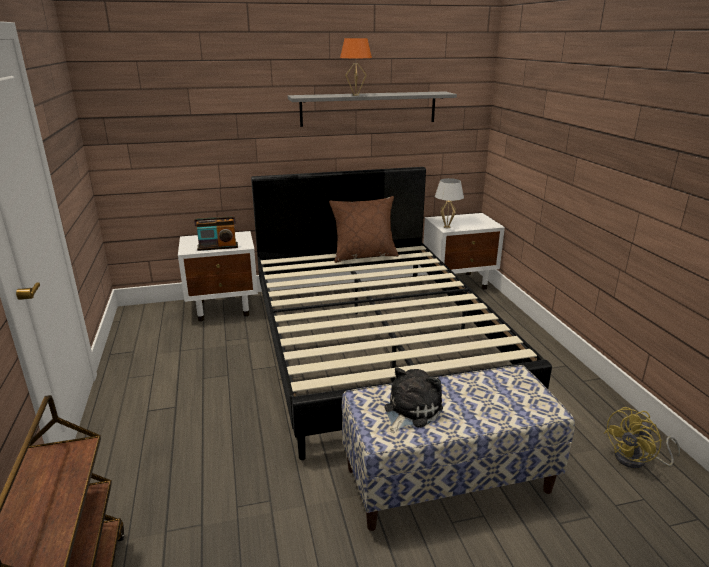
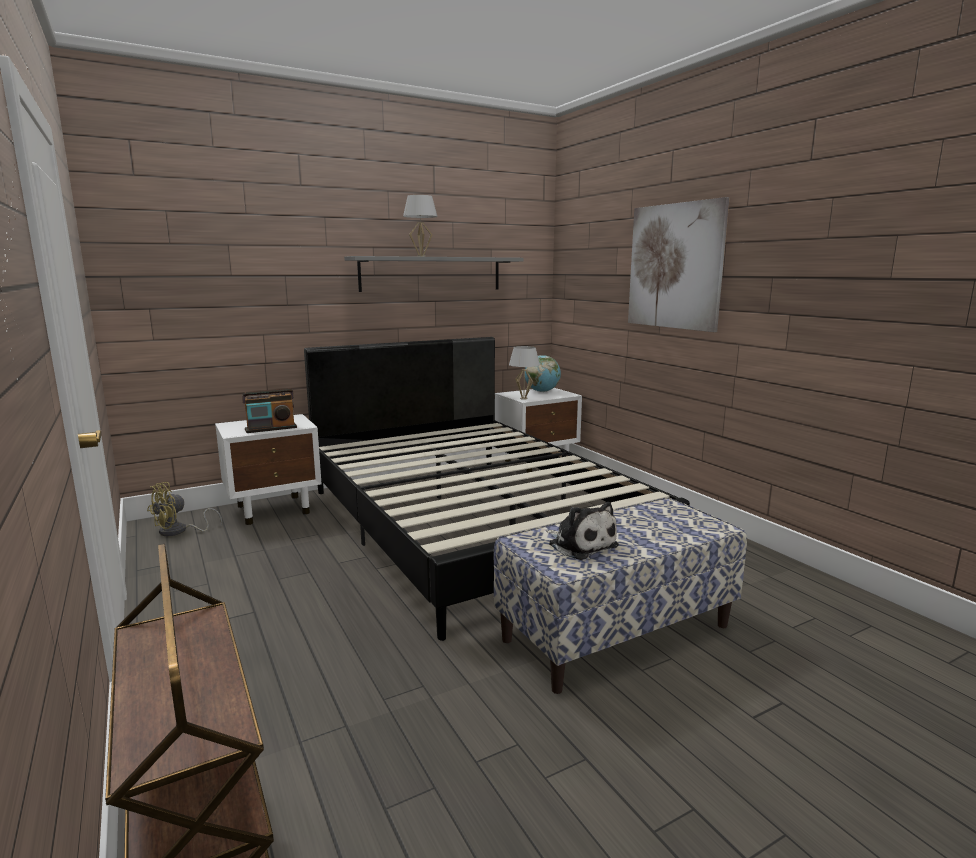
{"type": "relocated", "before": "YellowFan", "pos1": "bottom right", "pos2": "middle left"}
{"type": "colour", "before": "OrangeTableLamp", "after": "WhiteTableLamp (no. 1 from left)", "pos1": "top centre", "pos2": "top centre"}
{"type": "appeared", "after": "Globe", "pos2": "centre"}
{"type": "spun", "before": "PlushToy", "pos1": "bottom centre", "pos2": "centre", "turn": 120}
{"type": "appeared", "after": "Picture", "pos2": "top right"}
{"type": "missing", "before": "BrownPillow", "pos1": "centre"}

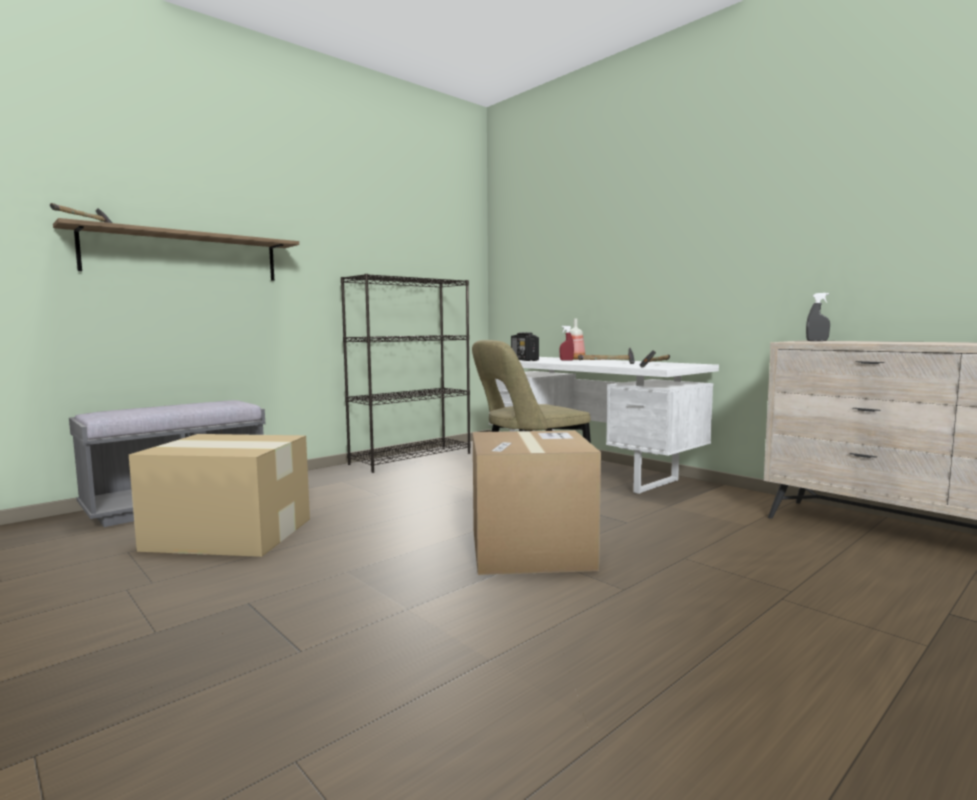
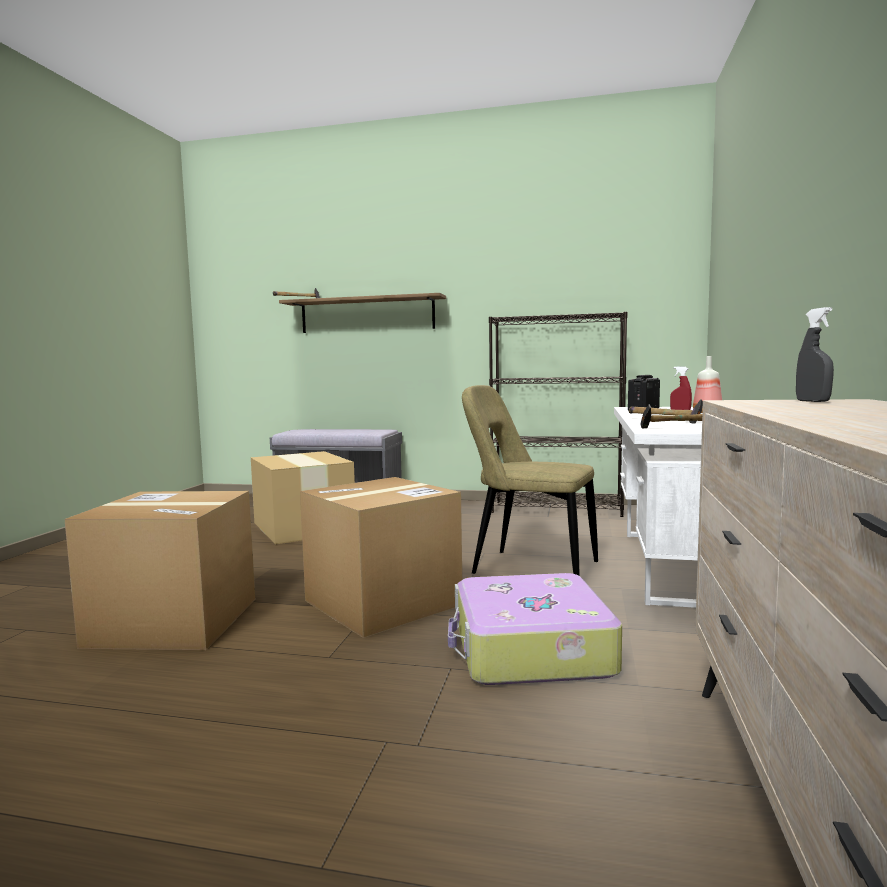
{"type": "appeared", "after": "CardboardBox (no. 1 from left)", "pos2": "middle left"}
{"type": "appeared", "after": "Suitcase", "pos2": "bottom centre"}

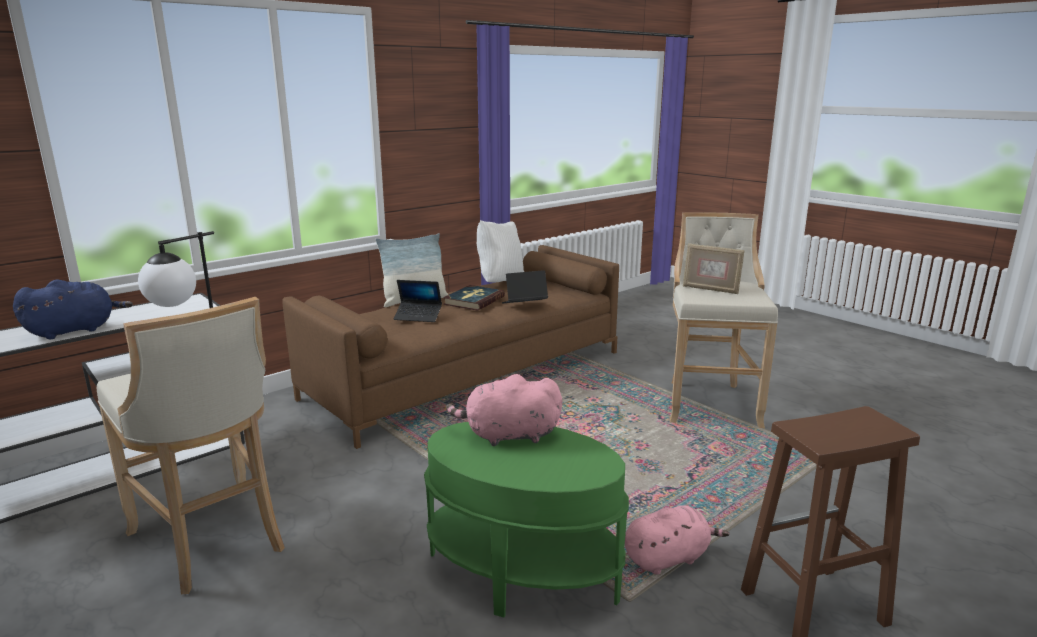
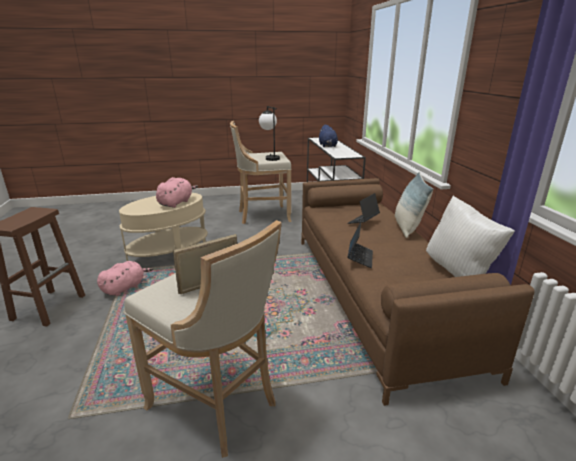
{"type": "spun", "before": "PinkPlushToy (no. 2 from left in the first image)", "pos1": "bottom centre", "pos2": "middle left", "turn": -150}
{"type": "colour", "before": "GreenSideTable", "after": "BeigeSideTable", "pos1": "bottom centre", "pos2": "middle left"}
{"type": "missing", "before": "Book", "pos1": "centre"}

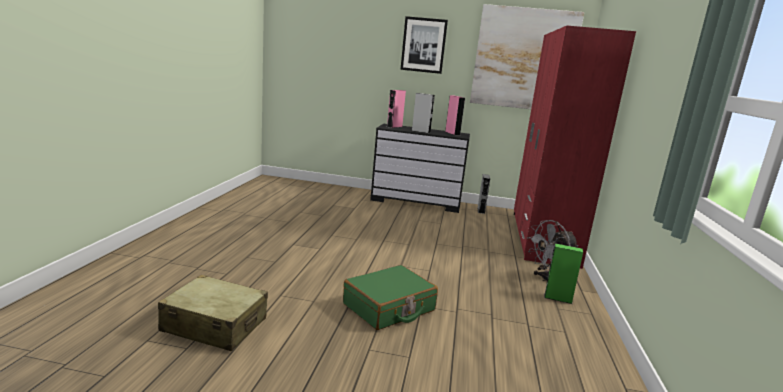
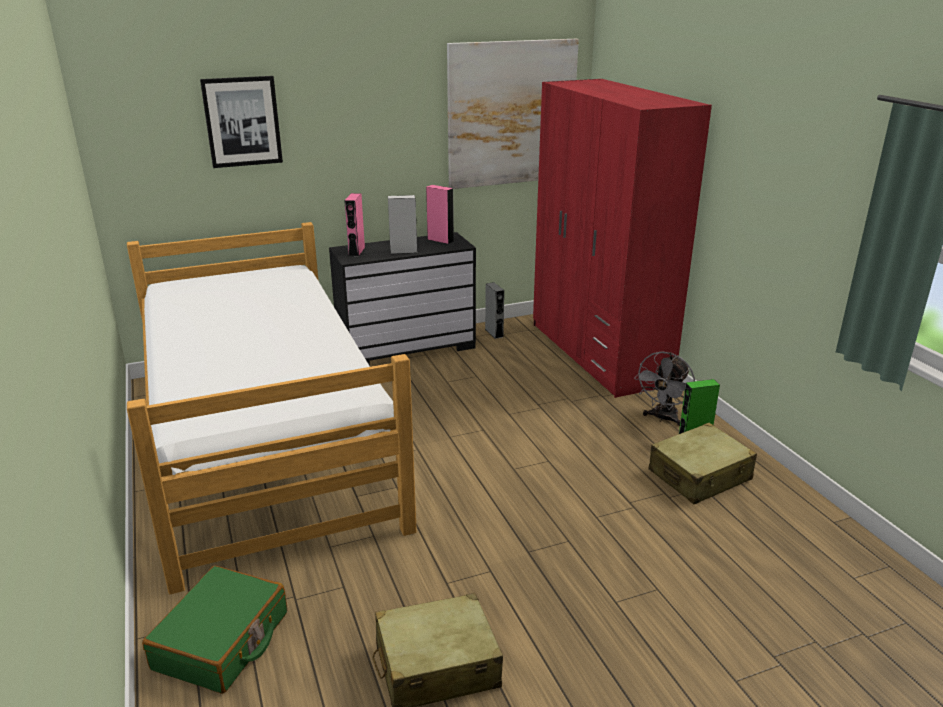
{"type": "appeared", "after": "Bed", "pos2": "middle left"}
{"type": "relocated", "before": "GreenSuitcase", "pos1": "bottom centre", "pos2": "bottom left"}
{"type": "relocated", "before": "Picture (no. 1 from left)", "pos1": "top centre", "pos2": "top left"}
{"type": "appeared", "after": "BeigeSuitcase (no. 2 from left)", "pos2": "middle right"}

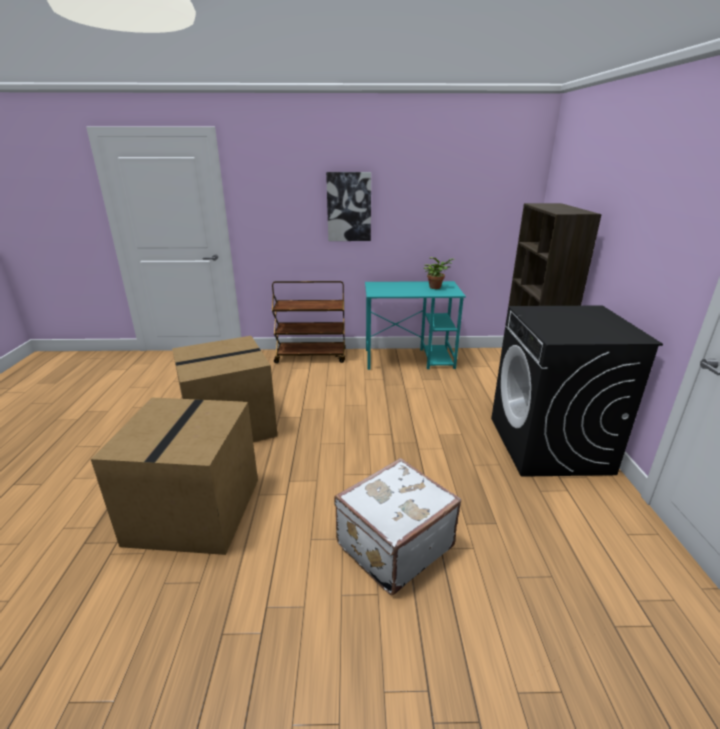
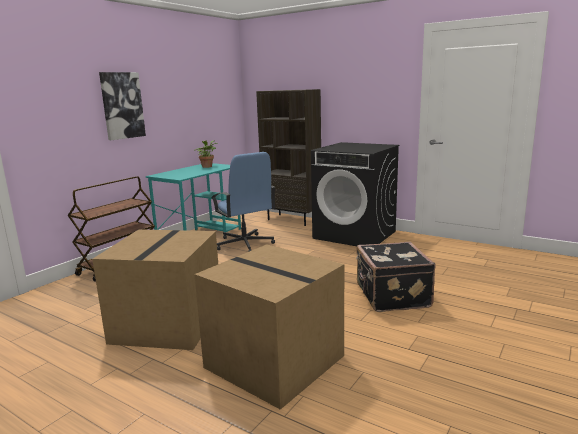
{"type": "appeared", "after": "BlueOfficeChair", "pos2": "centre"}
{"type": "colour", "before": "WhiteSuitcase", "after": "BlackSuitcase", "pos1": "bottom centre", "pos2": "middle right"}

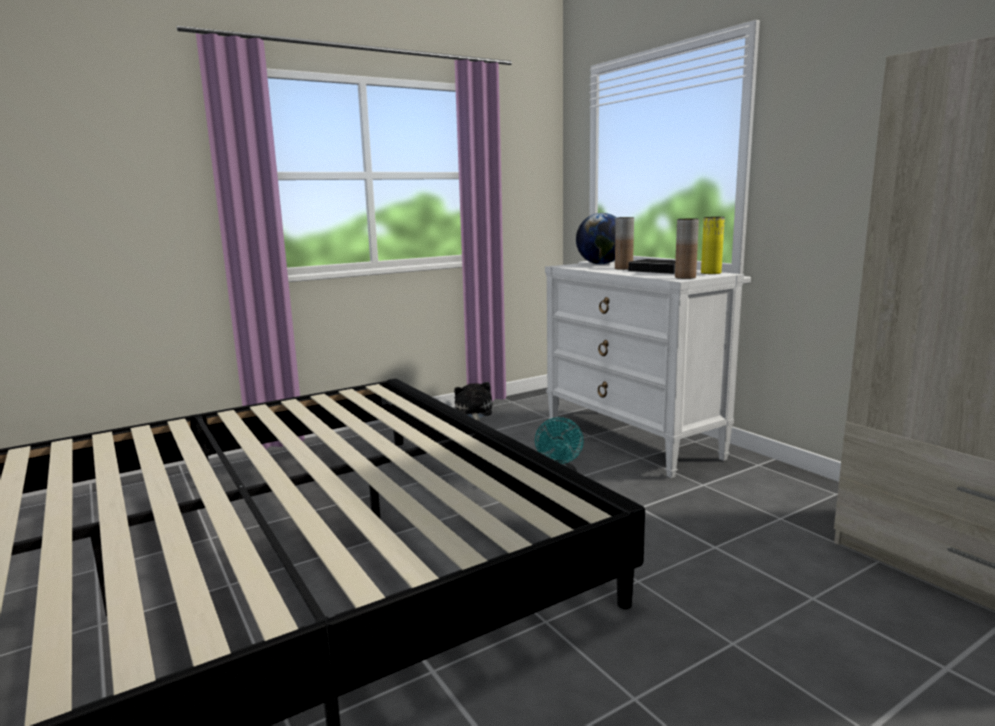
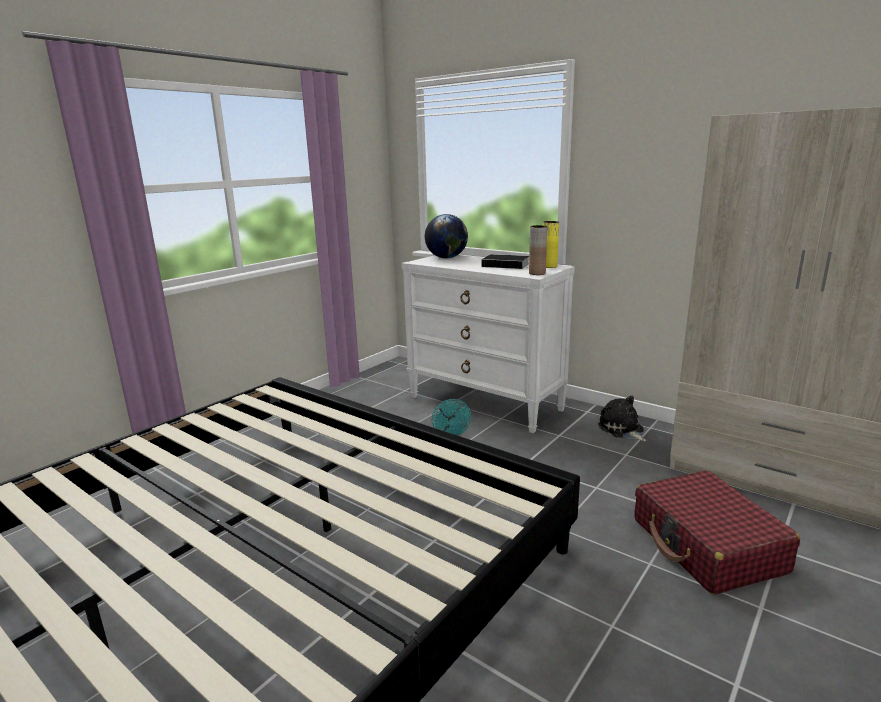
{"type": "relocated", "before": "PlushToy", "pos1": "centre", "pos2": "middle right"}
{"type": "appeared", "after": "RedSuitcase", "pos2": "bottom right"}
{"type": "missing", "before": "BrownVase (no. 1 from left)", "pos1": "centre"}

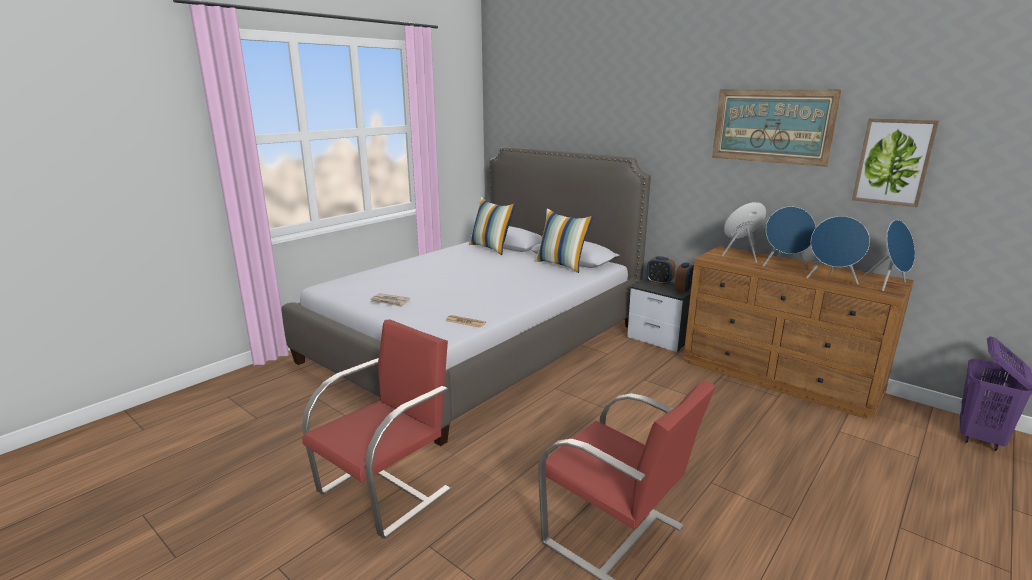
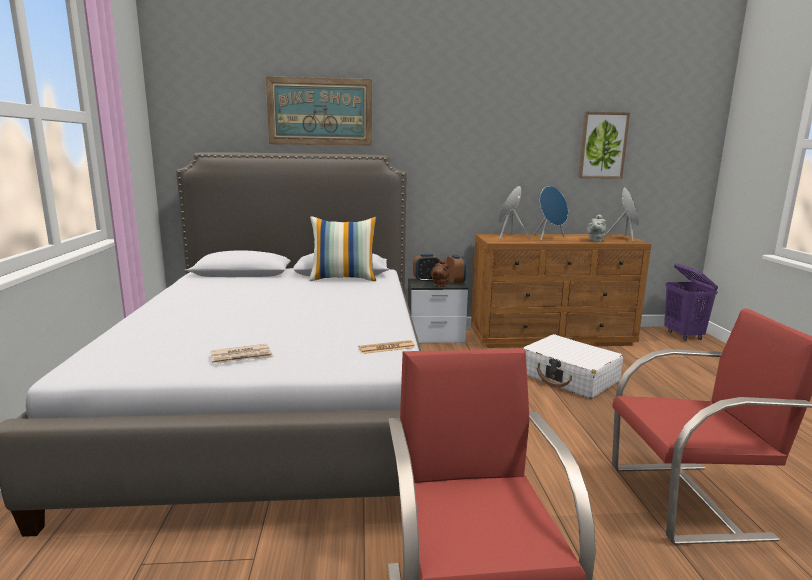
{"type": "relocated", "before": "Picture (no. 1 from left)", "pos1": "top right", "pos2": "top centre"}
{"type": "appeared", "after": "BrownTeapot", "pos2": "centre"}
{"type": "appeared", "after": "WhiteSuitcase", "pos2": "middle right"}
{"type": "exchanged", "before": "BlueSpeaker (no. 3 from left)", "after": "GreyTeapot", "pos1": "middle right", "pos2": "middle right"}
{"type": "missing", "before": "Pillow (no. 1 from left)", "pos1": "centre"}

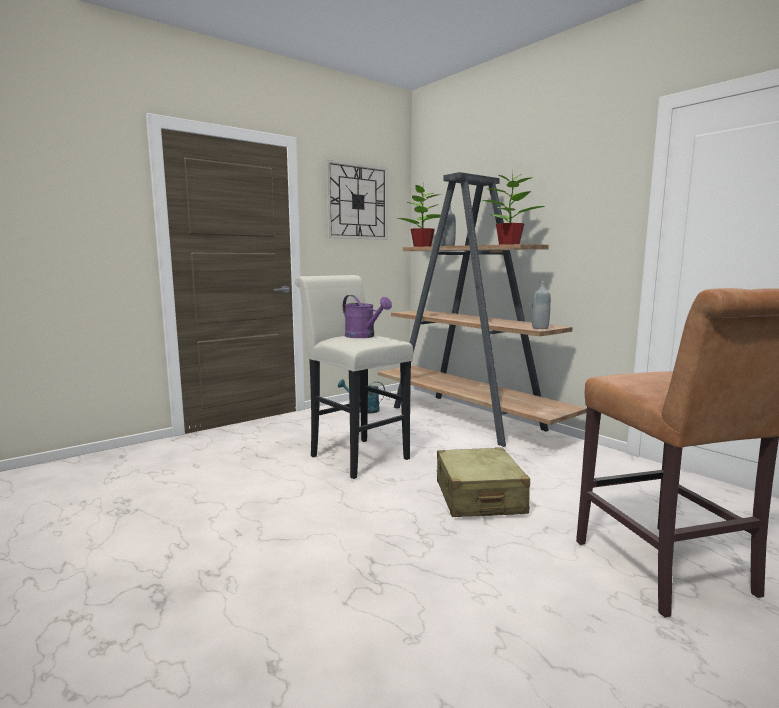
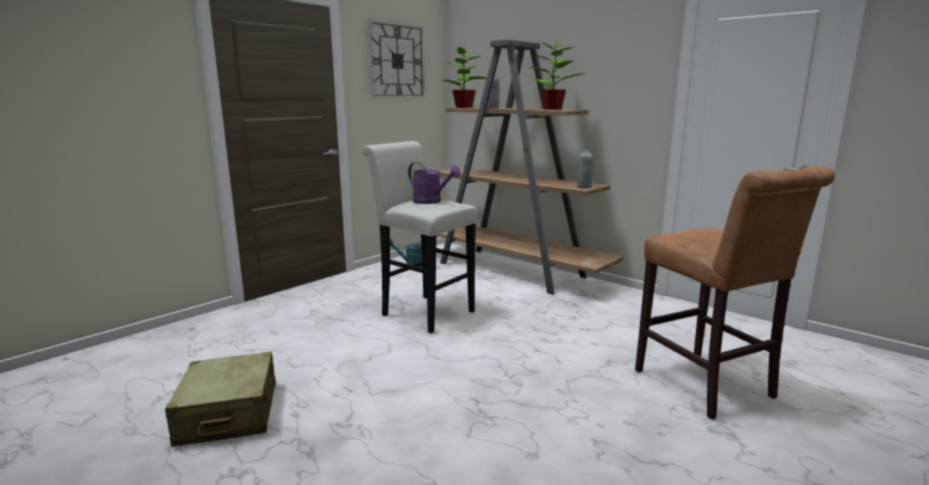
{"type": "relocated", "before": "BeigeSuitcase", "pos1": "bottom centre", "pos2": "bottom left"}

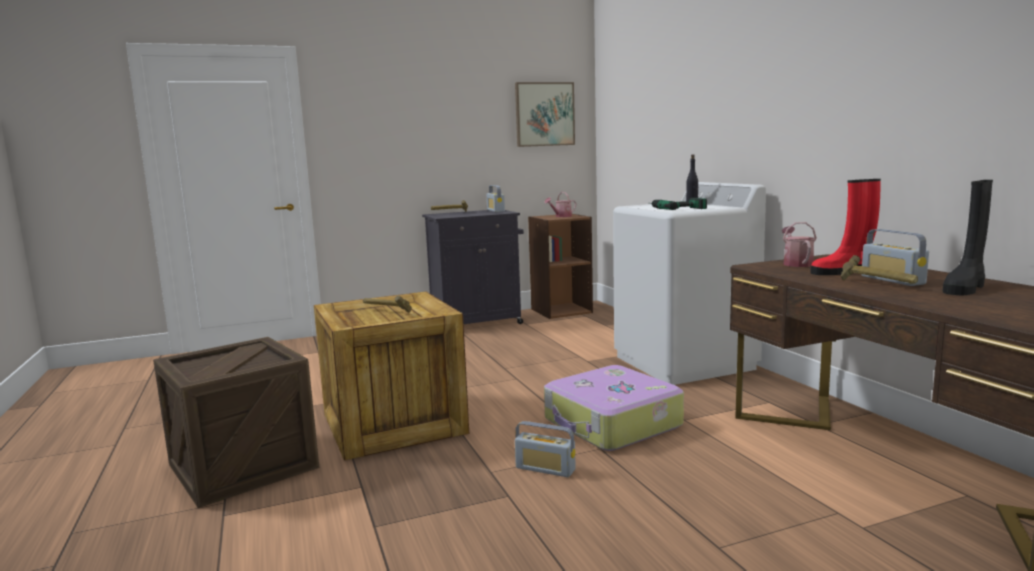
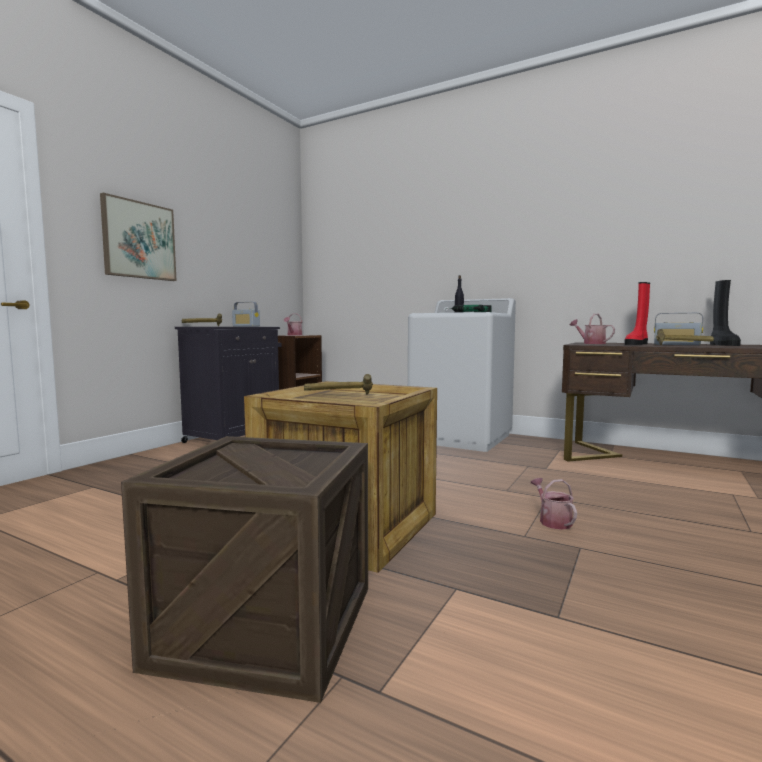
{"type": "relocated", "before": "Picture", "pos1": "top centre", "pos2": "top left"}
{"type": "exchanged", "before": "Radio (no. 2 from left)", "after": "WateringCan (no. 2 from left)", "pos1": "bottom centre", "pos2": "middle right"}
{"type": "missing", "before": "Suitcase", "pos1": "bottom centre"}

